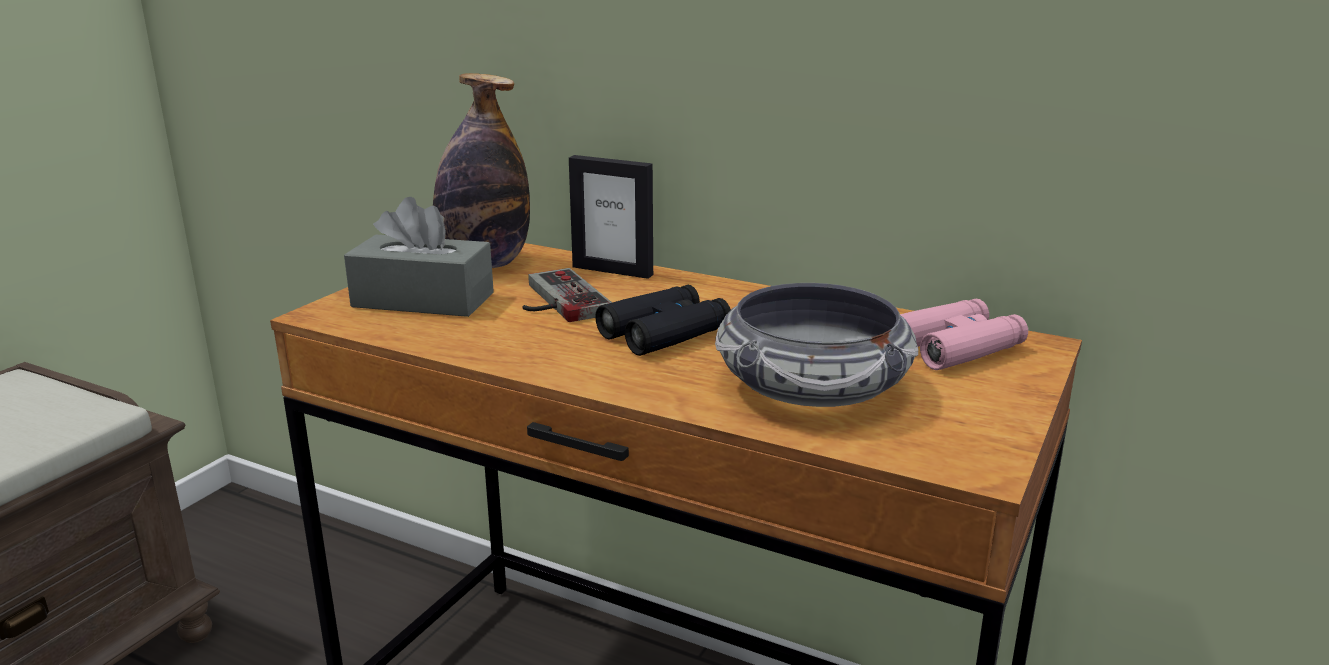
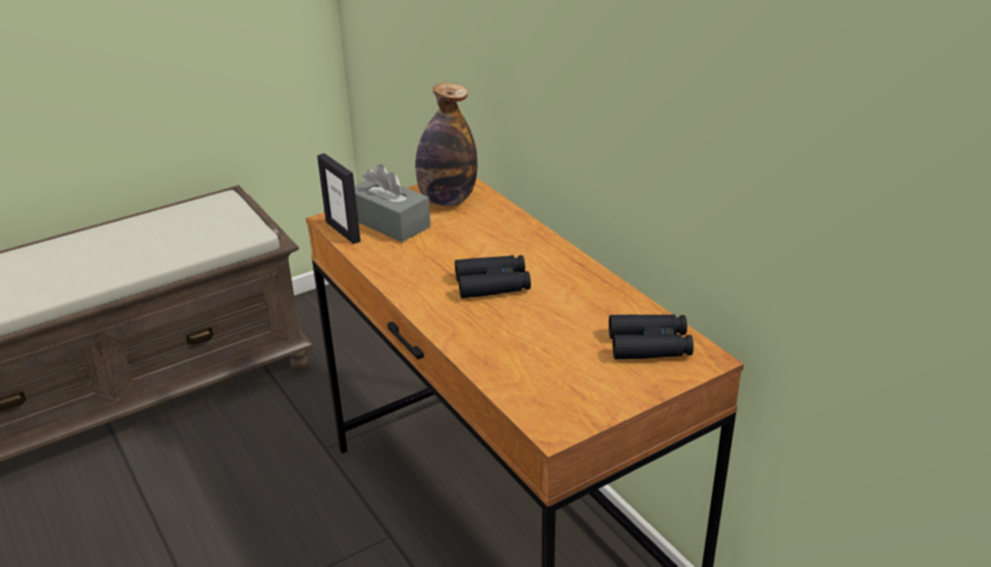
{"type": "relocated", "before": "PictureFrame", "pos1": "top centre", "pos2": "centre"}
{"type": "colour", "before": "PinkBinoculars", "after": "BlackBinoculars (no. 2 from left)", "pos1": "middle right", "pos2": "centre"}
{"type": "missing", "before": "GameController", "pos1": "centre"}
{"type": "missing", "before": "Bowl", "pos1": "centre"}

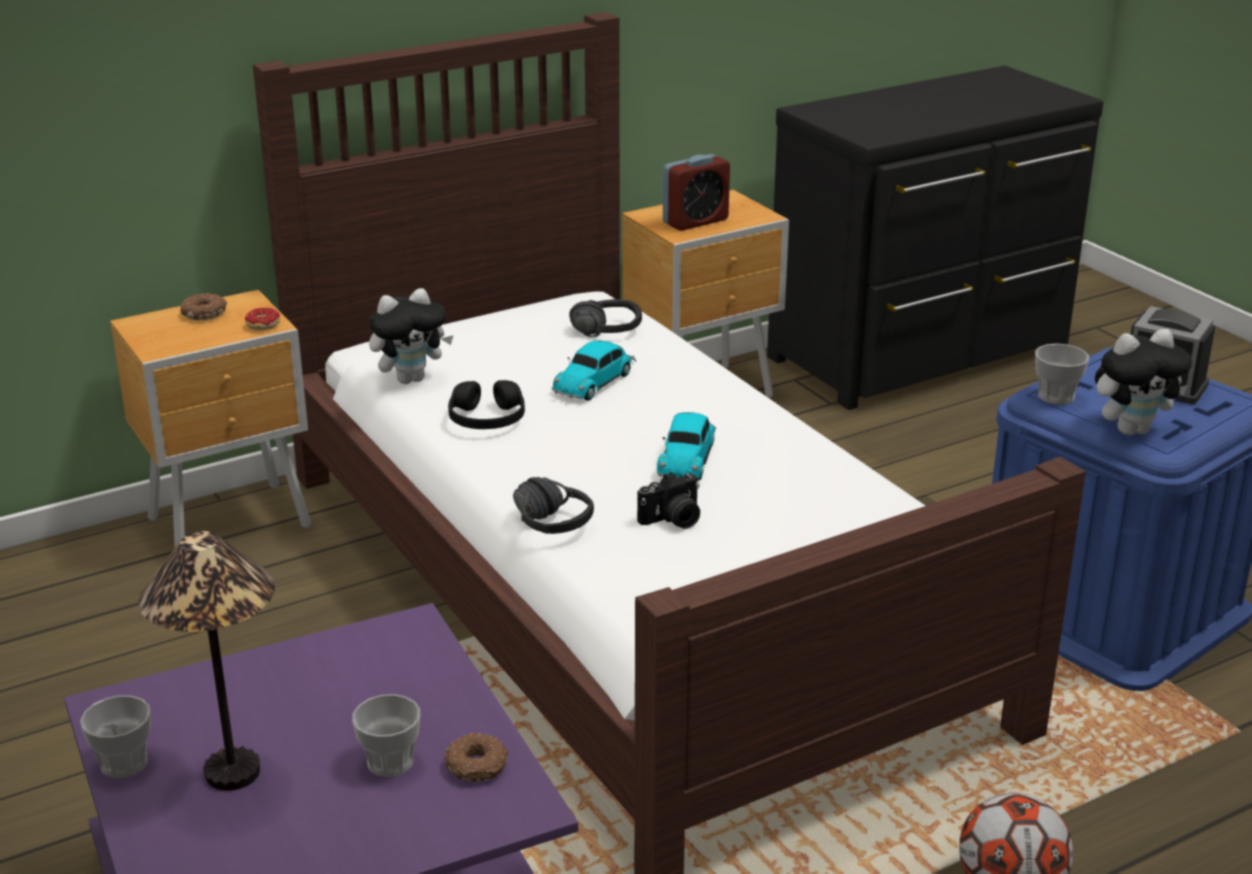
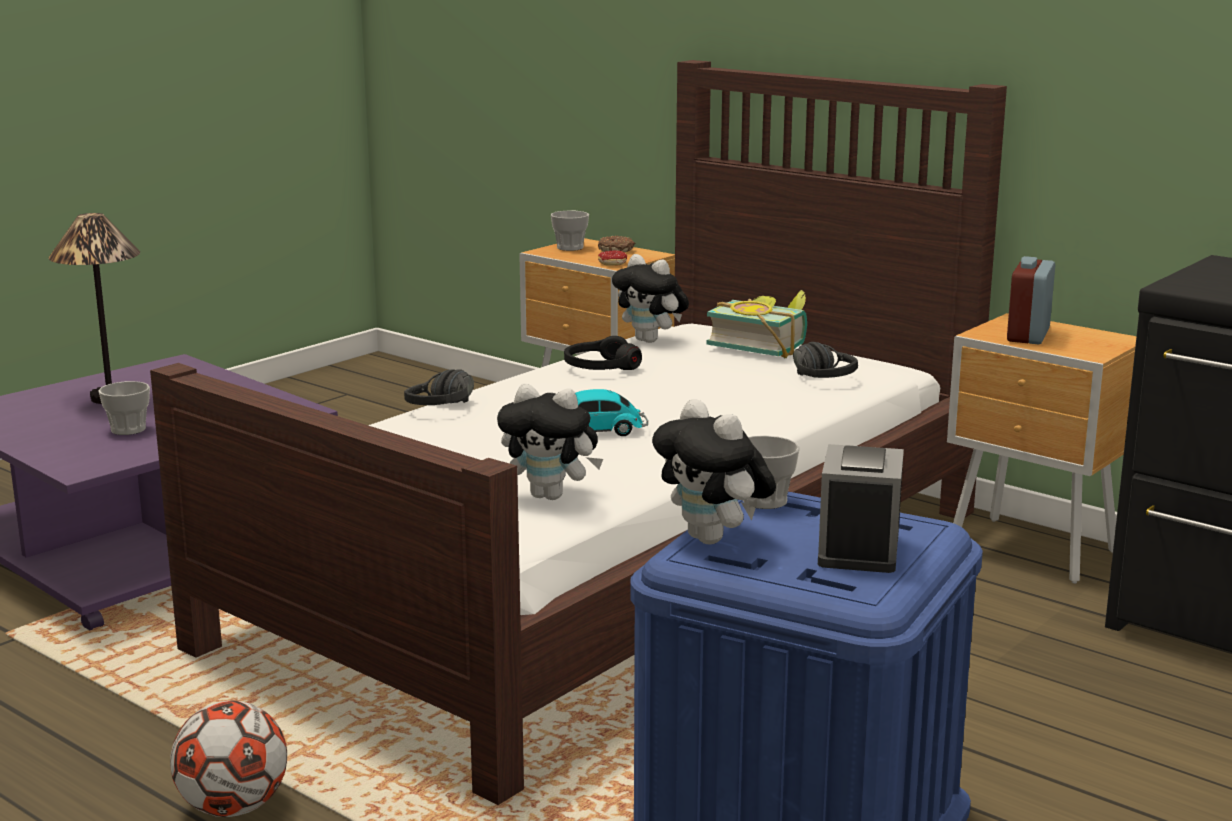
{"type": "appeared", "after": "PlushToy (no. 1 from left)", "pos2": "centre"}
{"type": "relocated", "before": "Cup (no. 1 from left in the first image)", "after": "Cup (no. 2 from left)", "pos1": "bottom left", "pos2": "top centre"}
{"type": "appeared", "after": "Book", "pos2": "centre"}
{"type": "spun", "before": "AlarmClock (no. 1 from left in the first image)", "pos1": "top centre", "pos2": "middle right", "turn": 75}
{"type": "missing", "before": "Donut (no. 3 from left)", "pos1": "bottom centre"}
{"type": "missing", "before": "ToyCar (no. 1 from left)", "pos1": "centre"}
{"type": "missing", "before": "PhotoCamera", "pos1": "centre"}

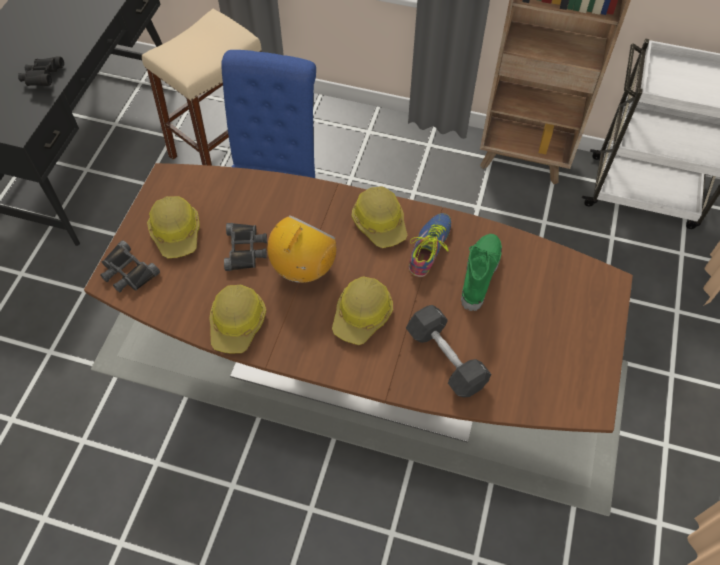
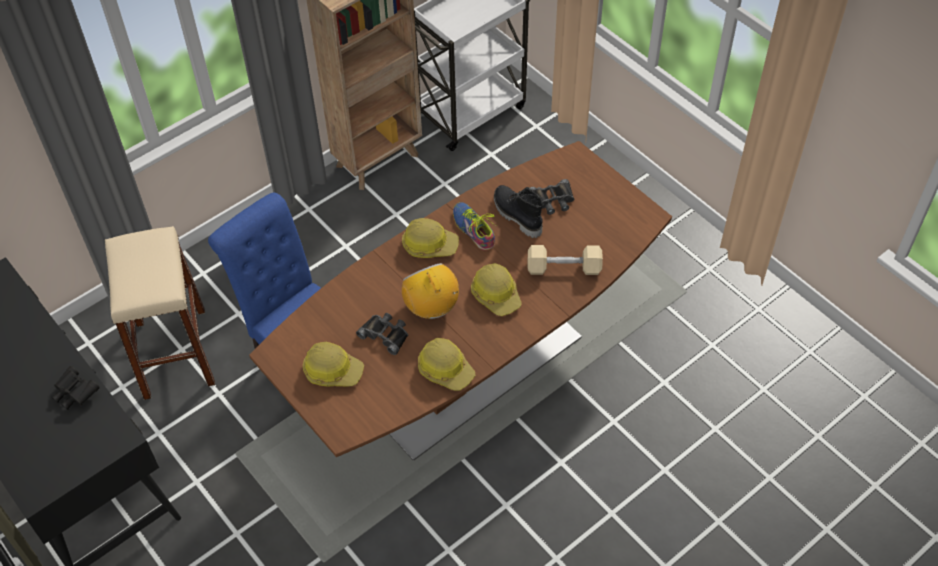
{"type": "colour", "before": "GreenBoot", "after": "BlackBoot", "pos1": "middle right", "pos2": "centre"}
{"type": "colour", "before": "BlackDumbbell", "after": "BeigeDumbbell", "pos1": "centre", "pos2": "centre"}
{"type": "relocated", "before": "BlackBinoculars (no. 2 from left in the first image)", "after": "BlackBinoculars (no. 3 from left)", "pos1": "middle left", "pos2": "centre"}

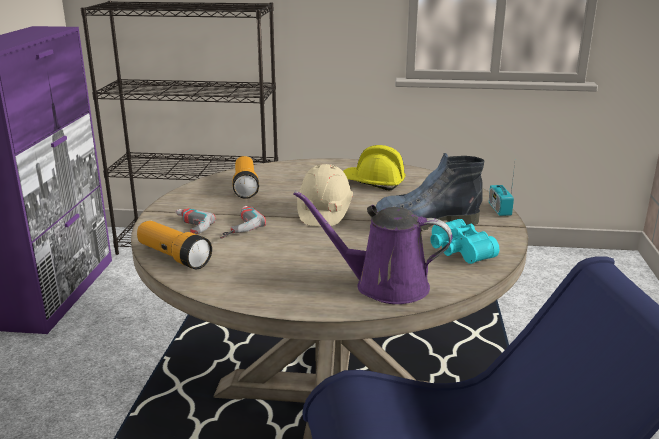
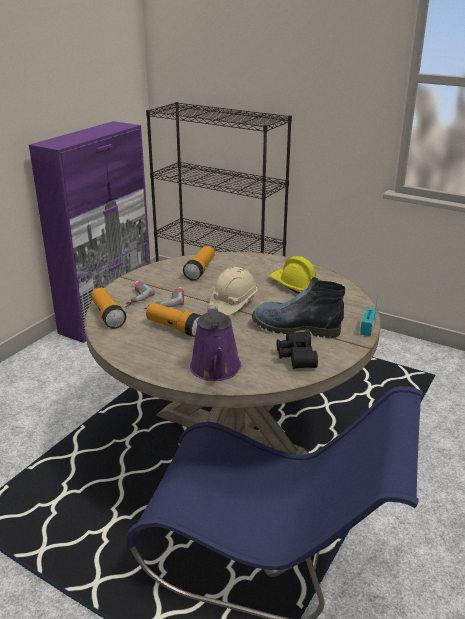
{"type": "appeared", "after": "Flashlight (no. 2 from left)", "pos2": "centre"}
{"type": "spun", "before": "PurpleWateringCan", "pos1": "centre", "pos2": "centre", "turn": -135}
{"type": "colour", "before": "TurquoiseBinoculars", "after": "BlackBinoculars", "pos1": "middle right", "pos2": "centre"}

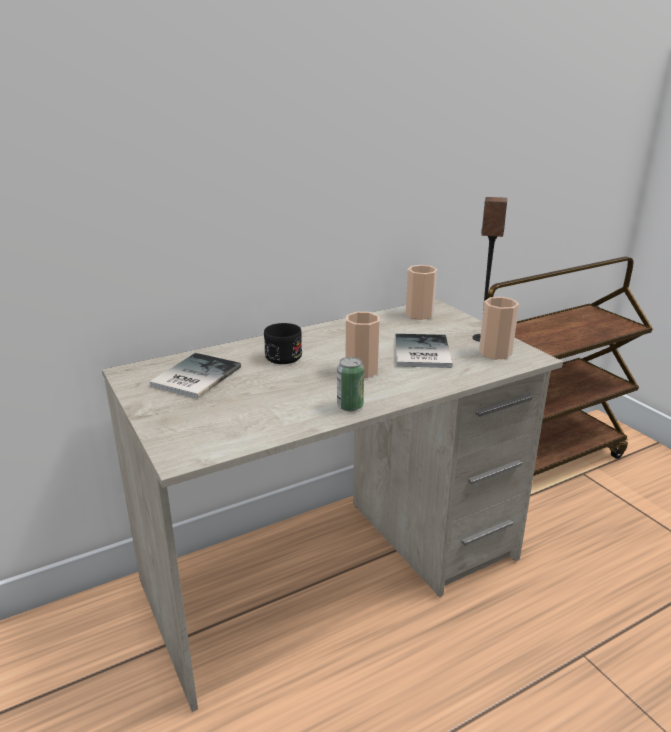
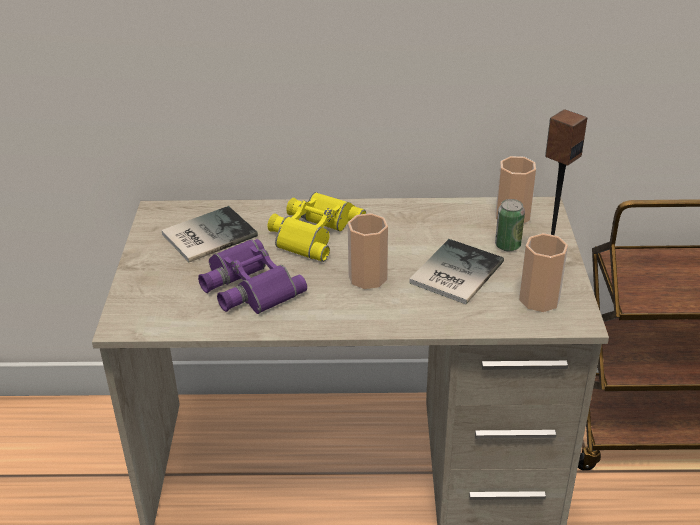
{"type": "appeared", "after": "PurpleBinoculars", "pos2": "centre"}
{"type": "exchanged", "before": "BlackMug", "after": "YellowBinoculars", "pos1": "centre", "pos2": "centre"}
{"type": "relocated", "before": "Can", "pos1": "centre", "pos2": "middle right"}

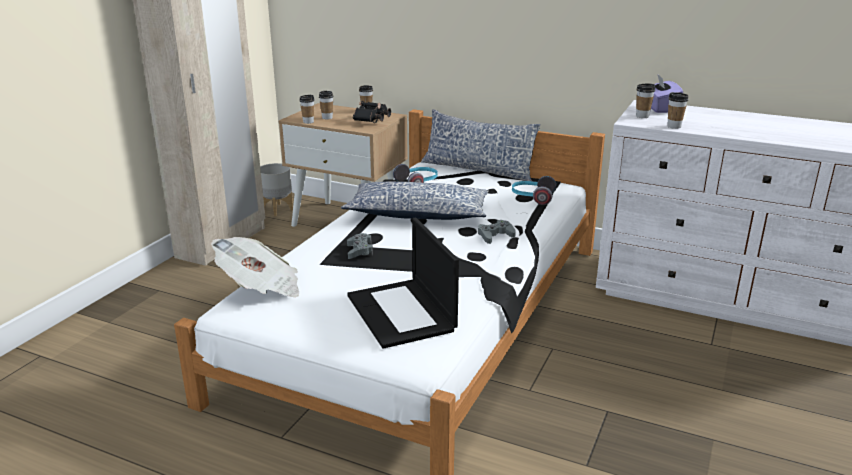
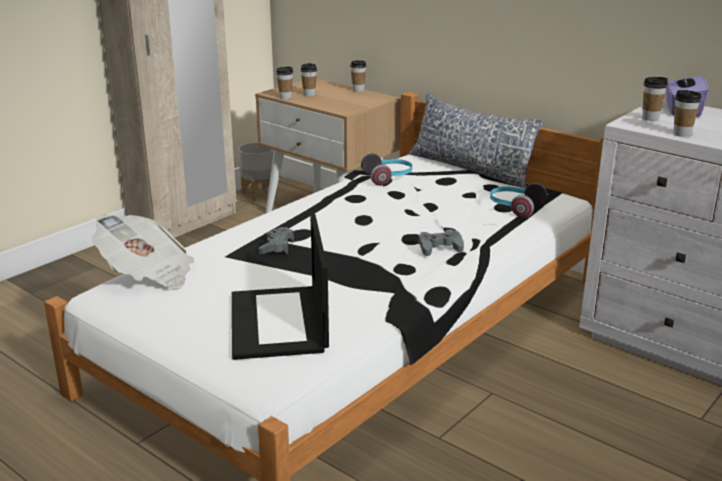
{"type": "missing", "before": "Pillow (no. 1 from left)", "pos1": "centre"}
{"type": "missing", "before": "BlackBinoculars", "pos1": "top centre"}

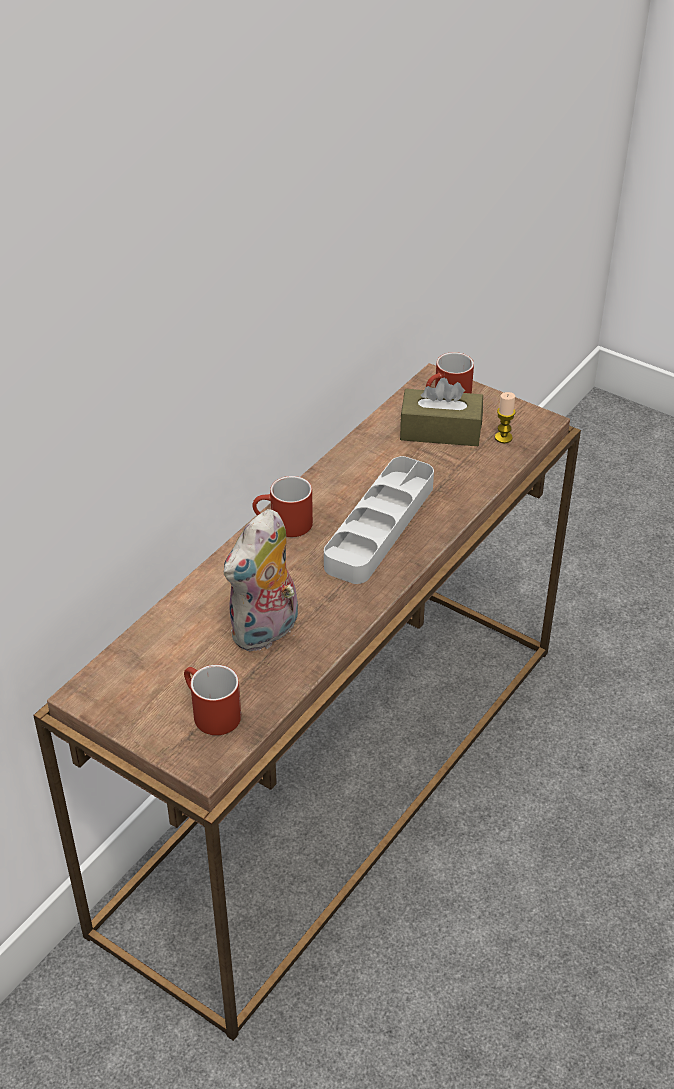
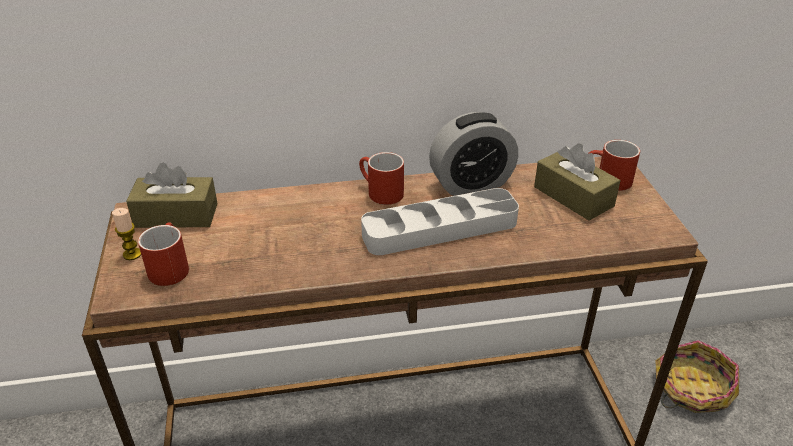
{"type": "relocated", "before": "Candle", "pos1": "middle right", "pos2": "middle left"}
{"type": "appeared", "after": "BrownTissueBox (no. 1 from left)", "pos2": "middle left"}
{"type": "appeared", "after": "AlarmClock", "pos2": "centre"}
{"type": "appeared", "after": "Basket", "pos2": "bottom right"}
{"type": "missing", "before": "PlushToy", "pos1": "centre"}

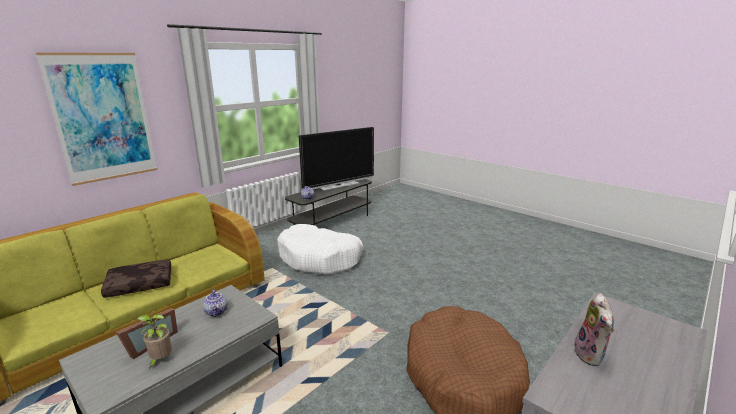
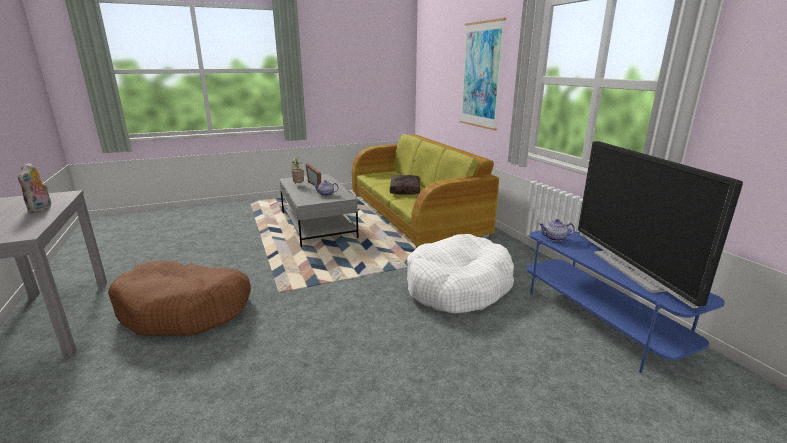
{"type": "spun", "before": "PlushToy", "pos1": "bottom right", "pos2": "middle left", "turn": -135}
{"type": "colour", "before": "GreyTvStand", "after": "BlueTvStand", "pos1": "centre", "pos2": "bottom right"}

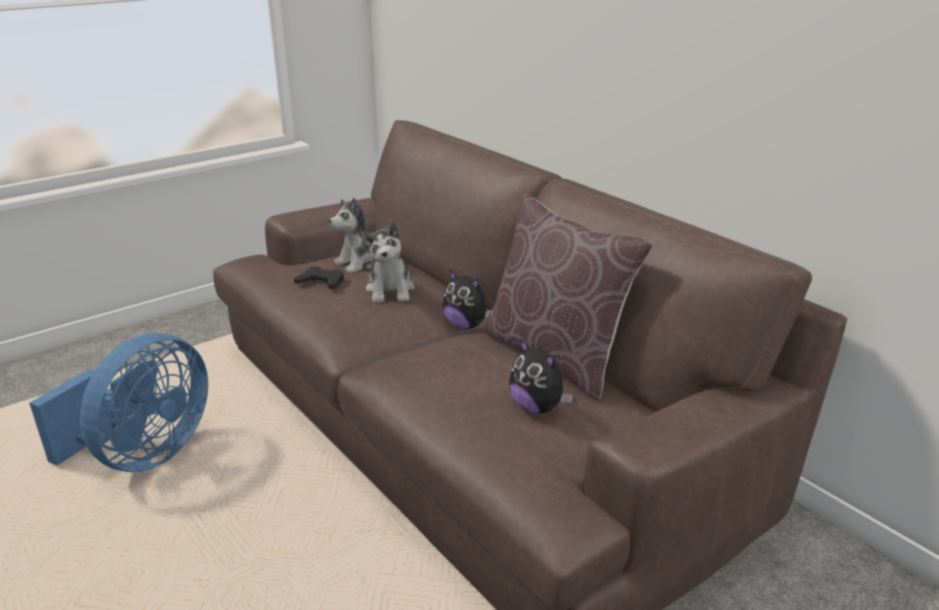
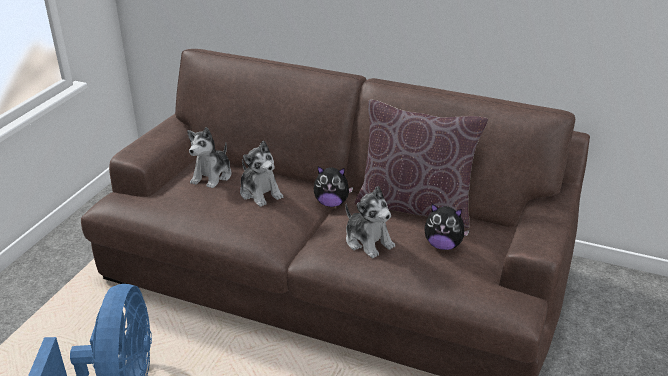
{"type": "appeared", "after": "PlushToy (no. 4 from left)", "pos2": "centre"}
{"type": "missing", "before": "BlackGameController", "pos1": "centre"}

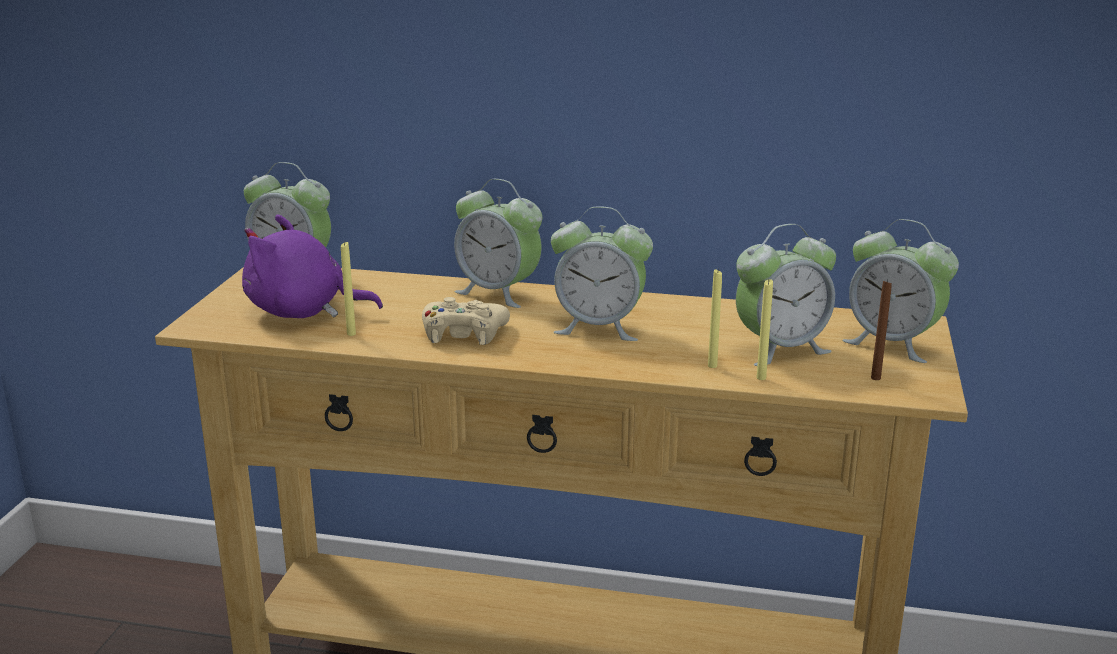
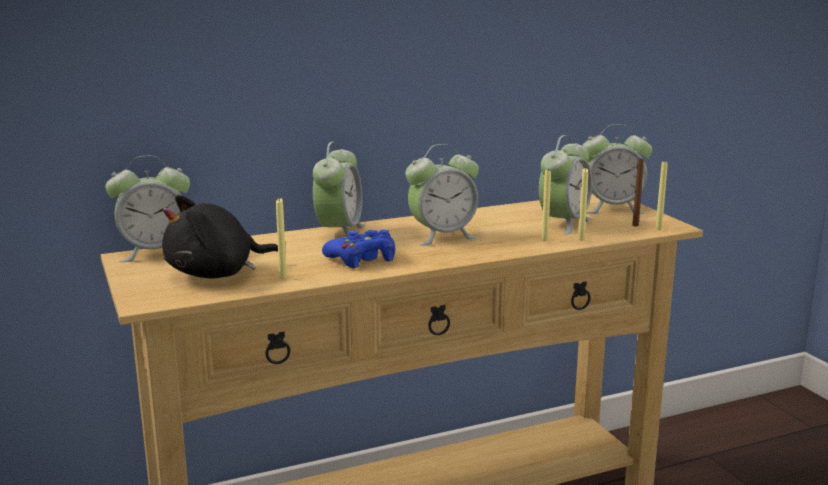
{"type": "colour", "before": "PurplePlushToy", "after": "BlackPlushToy", "pos1": "middle left", "pos2": "middle left"}
{"type": "spun", "before": "AlarmClock (no. 2 from left)", "pos1": "centre", "pos2": "centre", "turn": -75}
{"type": "colour", "before": "BeigeGameController", "after": "BlueGameController", "pos1": "centre", "pos2": "centre"}
{"type": "appeared", "after": "YellowCandle (no. 4 from left)", "pos2": "middle right"}

